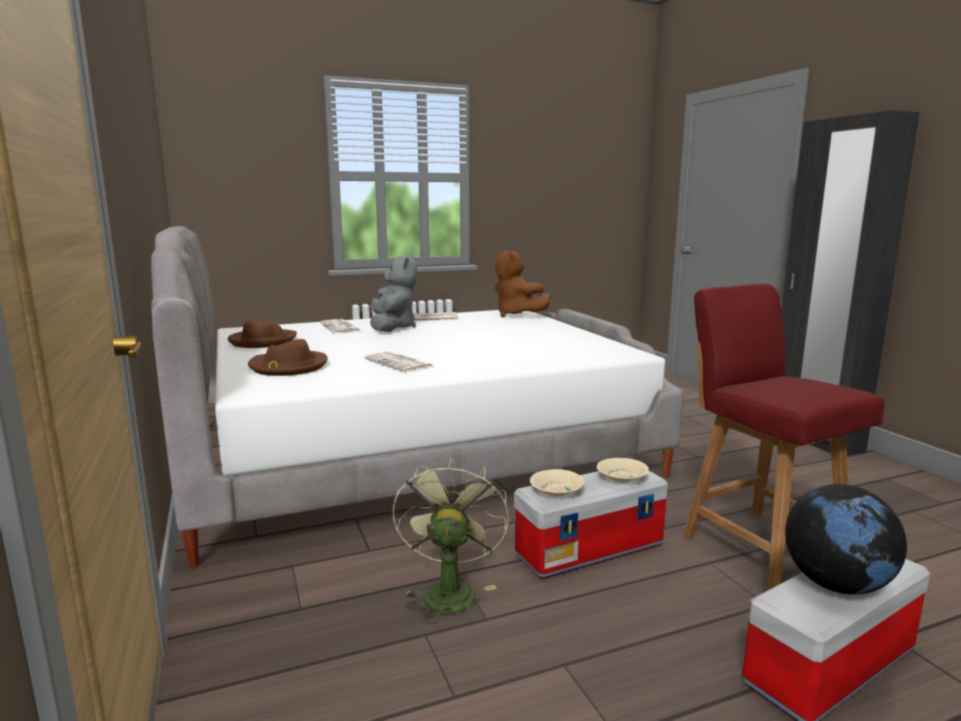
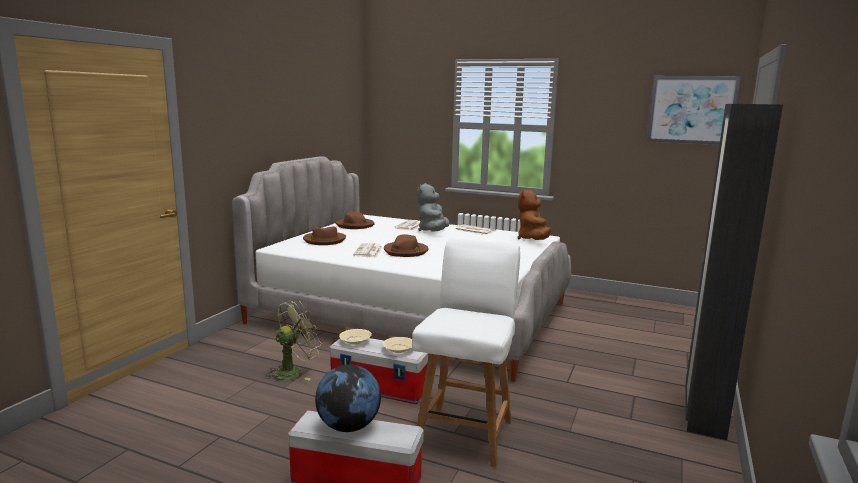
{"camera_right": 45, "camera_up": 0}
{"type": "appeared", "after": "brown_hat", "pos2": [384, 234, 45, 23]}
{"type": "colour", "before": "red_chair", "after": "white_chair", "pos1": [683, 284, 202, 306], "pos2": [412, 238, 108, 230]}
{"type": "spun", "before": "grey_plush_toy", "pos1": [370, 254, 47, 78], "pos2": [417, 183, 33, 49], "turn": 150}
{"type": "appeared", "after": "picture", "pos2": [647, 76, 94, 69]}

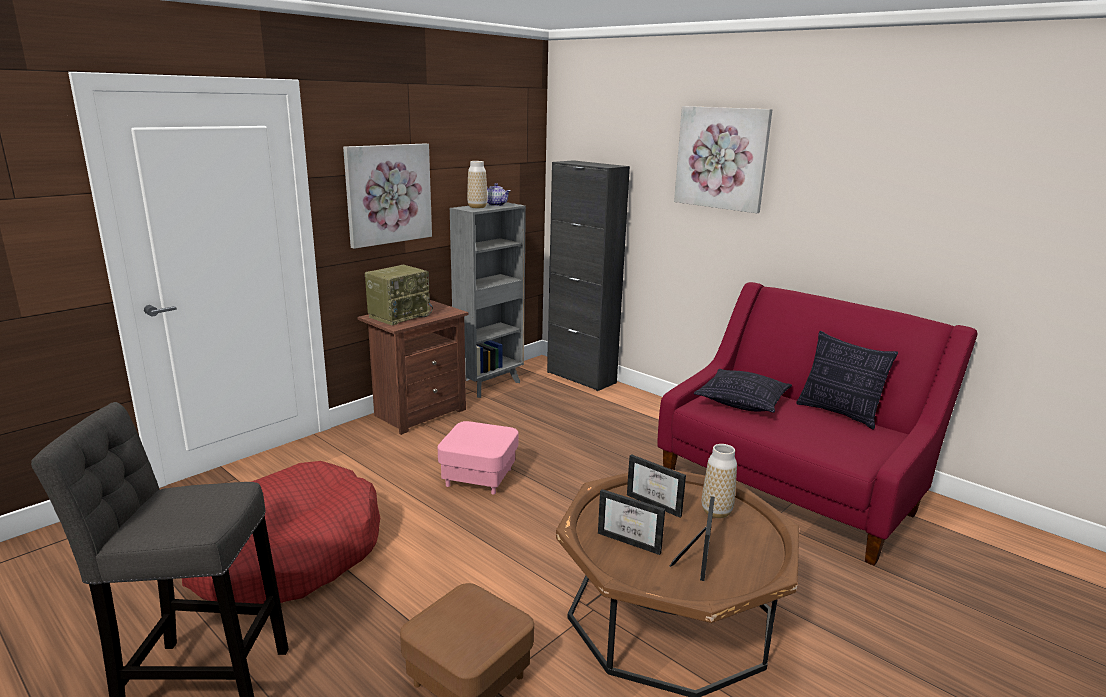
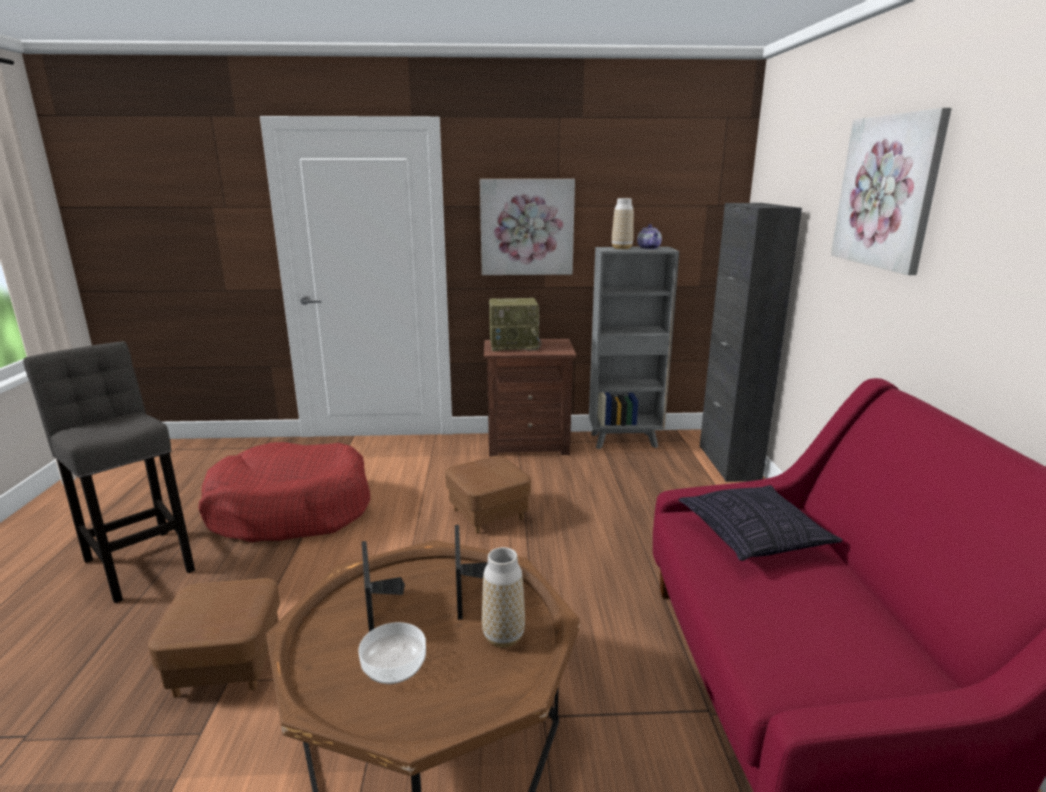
{"camera_right": 45, "camera_up": 0}
{"type": "exchanged", "before": "picture_frame", "after": "bowl", "pos1": [669, 496, 46, 85], "pos2": [358, 622, 68, 62]}
{"type": "colour", "before": "pink_ottoman", "after": "brown_ottoman", "pos1": [438, 421, 80, 73], "pos2": [445, 456, 86, 78]}
{"type": "missing", "before": "pillow", "pos1": [796, 331, 102, 99]}

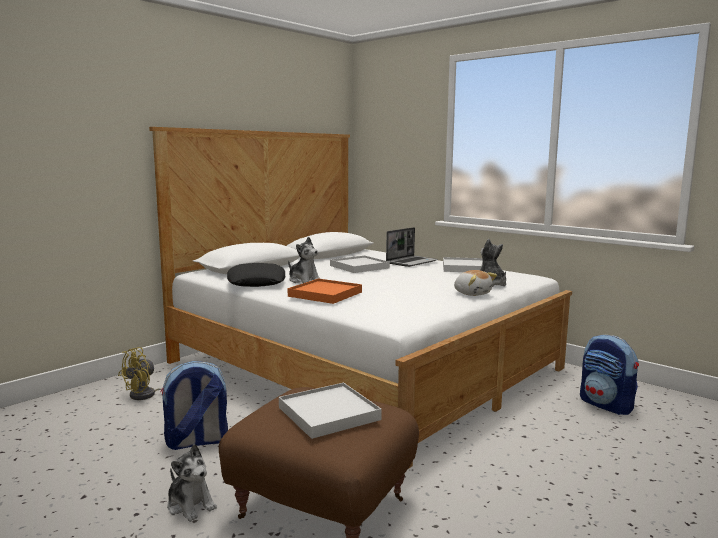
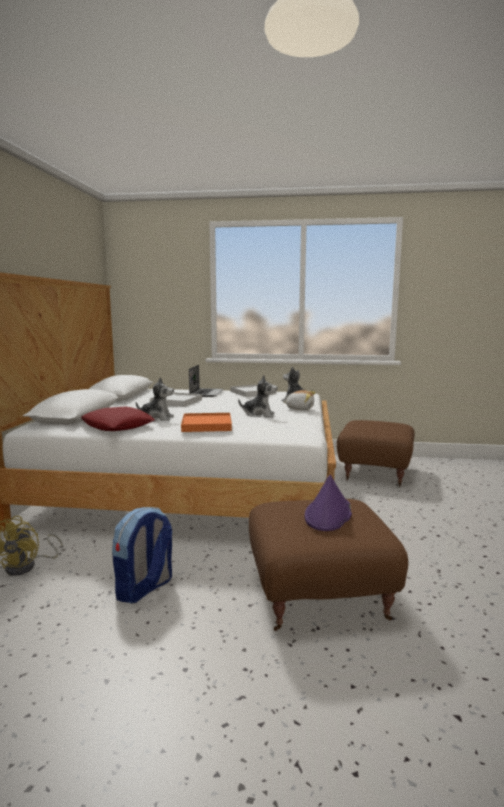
{"camera_right": -35, "camera_up": 0}
{"type": "colour", "before": "black_pillow", "after": "red_pillow", "pos1": [227, 263, 58, 24], "pos2": [81, 406, 74, 25]}
{"type": "relocated", "before": "plush_toy", "pos1": [167, 444, 50, 78], "pos2": [238, 375, 39, 43]}
{"type": "exchanged", "before": "white_tray", "after": "purple_hat", "pos1": [279, 382, 103, 57], "pos2": [305, 475, 47, 56]}
{"type": "exchanged", "before": "backpack", "after": "brown_ottoman", "pos1": [580, 334, 59, 81], "pos2": [337, 420, 78, 67]}

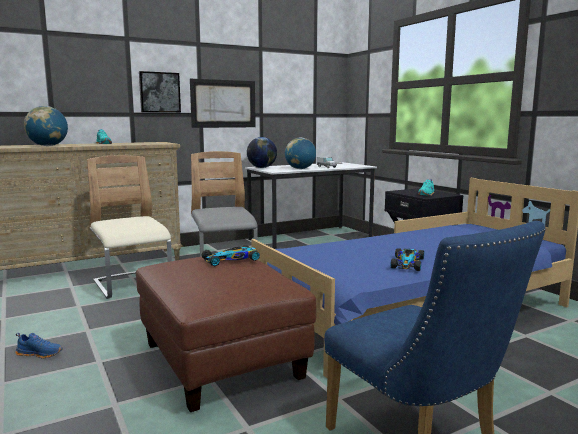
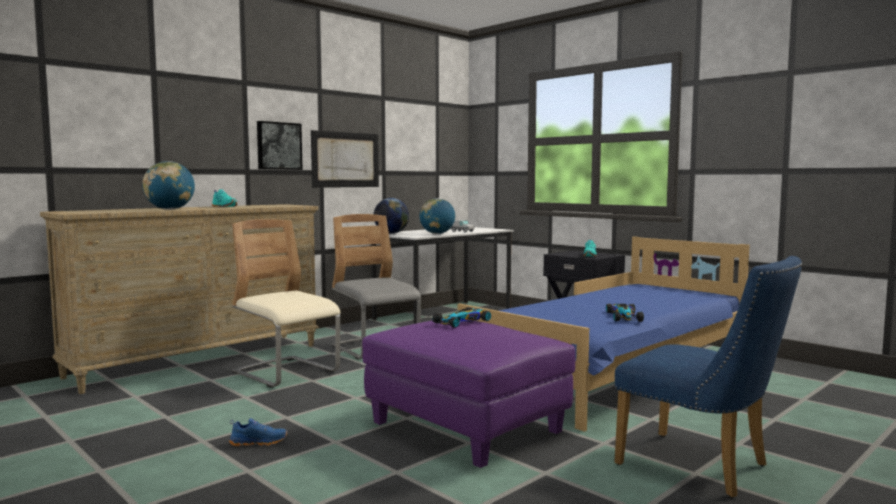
{"camera_right": -15, "camera_up": -5}
{"type": "colour", "before": "brown_ottoman", "after": "purple_ottoman", "pos1": [136, 257, 180, 155], "pos2": [362, 320, 213, 148]}

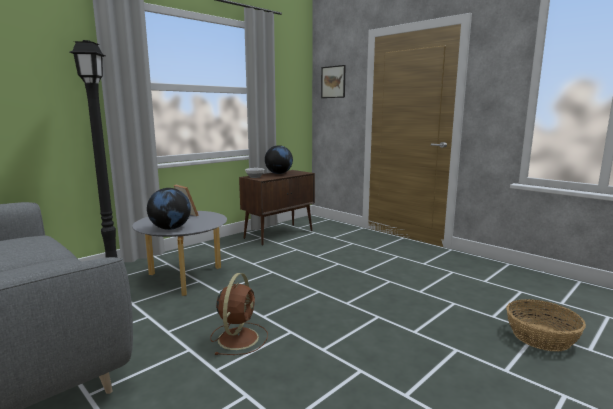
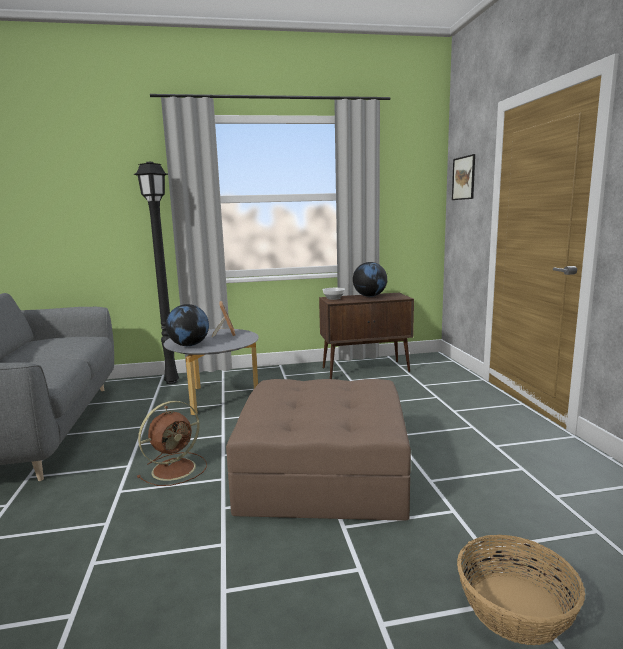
{"camera_right": 35, "camera_up": 0}
{"type": "appeared", "after": "brown_ottoman", "pos2": [226, 379, 185, 142]}

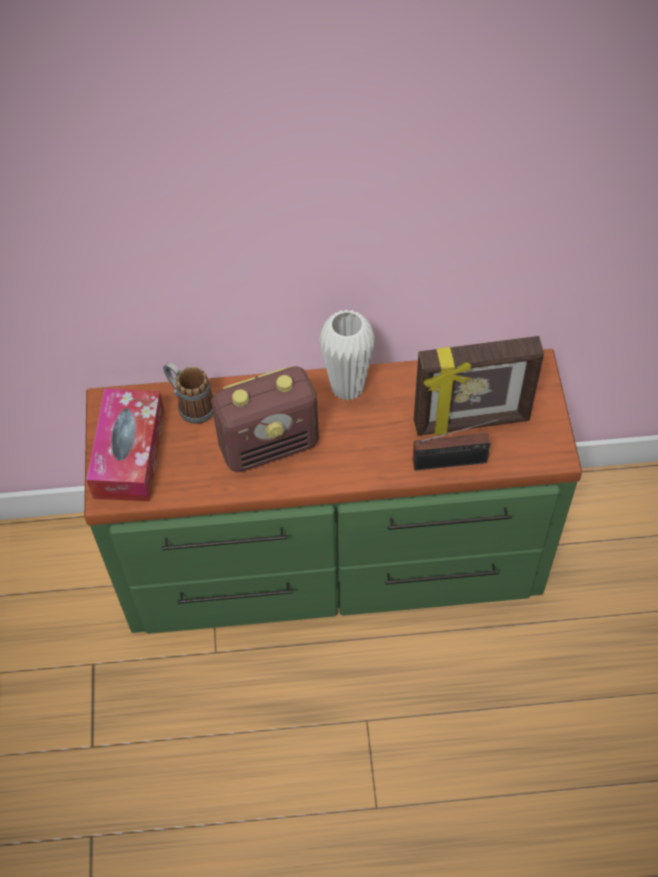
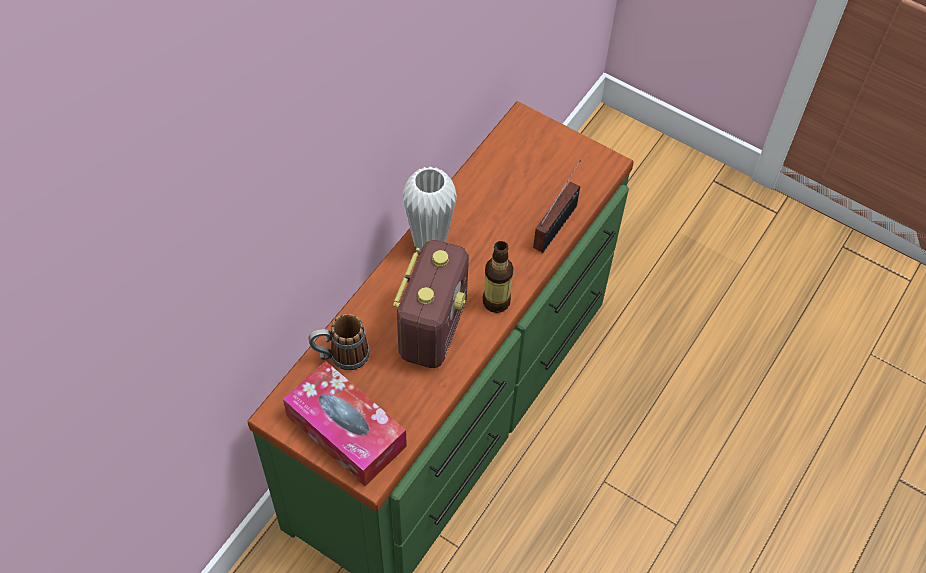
{"camera_right": -55, "camera_up": 0}
{"type": "appeared", "after": "bottle", "pos2": [483, 241, 31, 72]}
{"type": "missing", "before": "picture_frame", "pos1": [414, 336, 130, 100]}

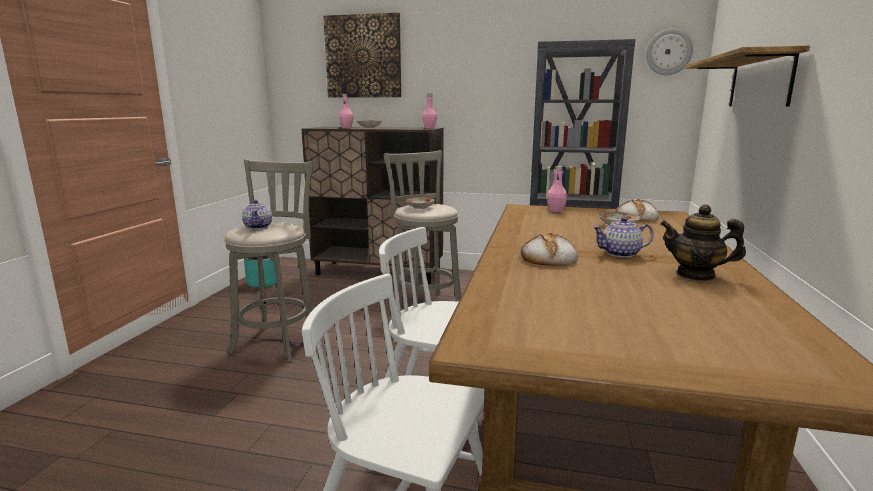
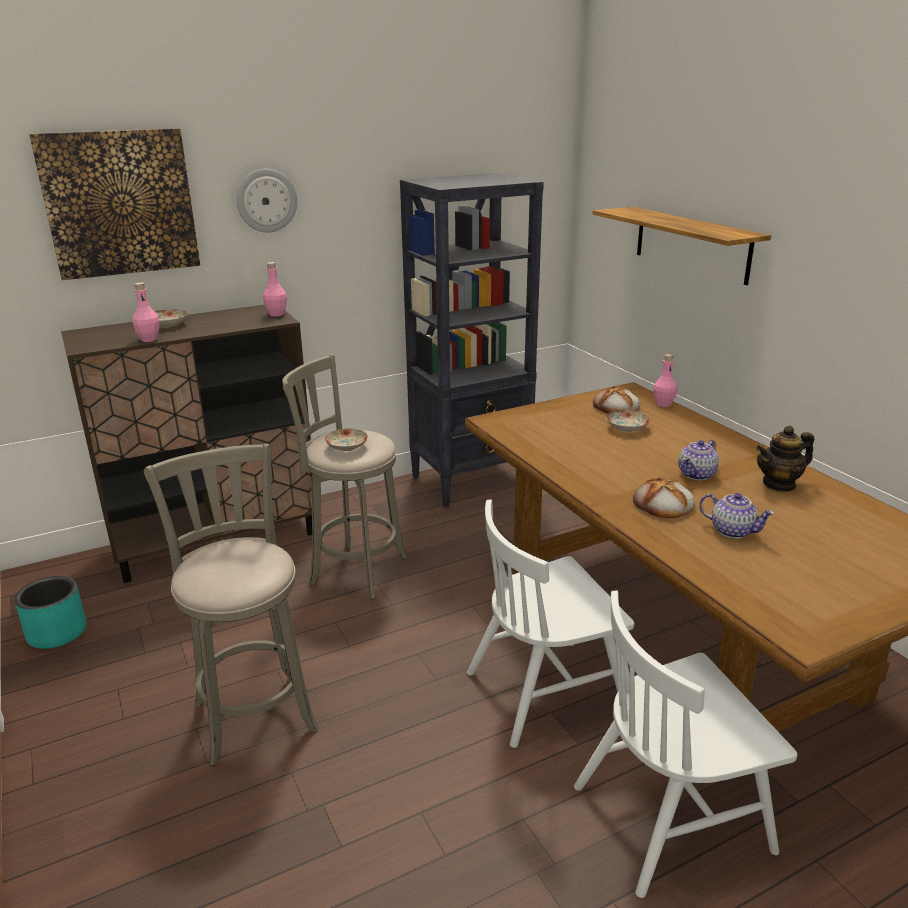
{"camera_right": -40, "camera_up": 10}
{"type": "relocated", "before": "wall_clock", "pos1": [646, 29, 47, 46], "pos2": [236, 169, 61, 64]}
{"type": "relocated", "before": "pink_bottle", "pos1": [547, 166, 21, 46], "pos2": [653, 354, 25, 53]}
{"type": "relocated", "before": "teapot", "pos1": [242, 200, 30, 29], "pos2": [699, 493, 76, 46]}

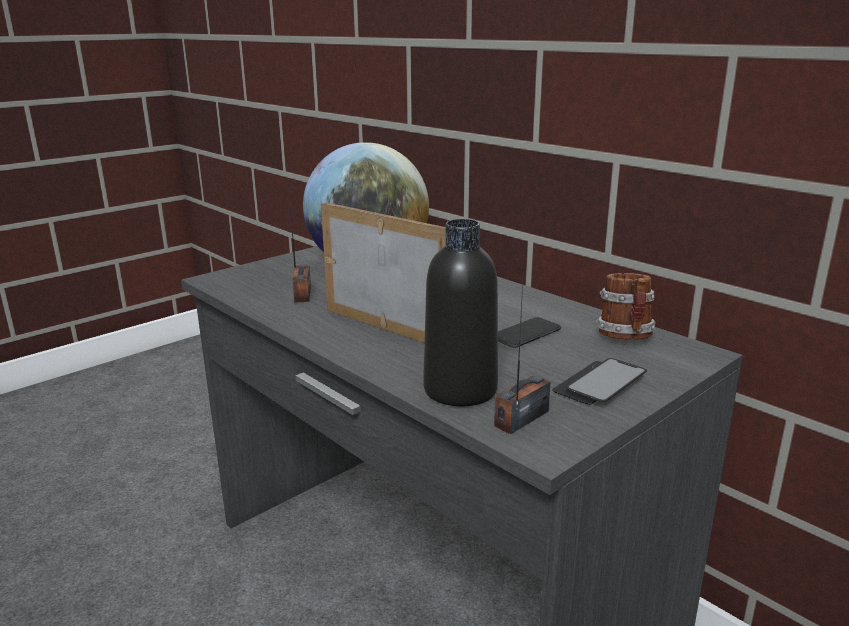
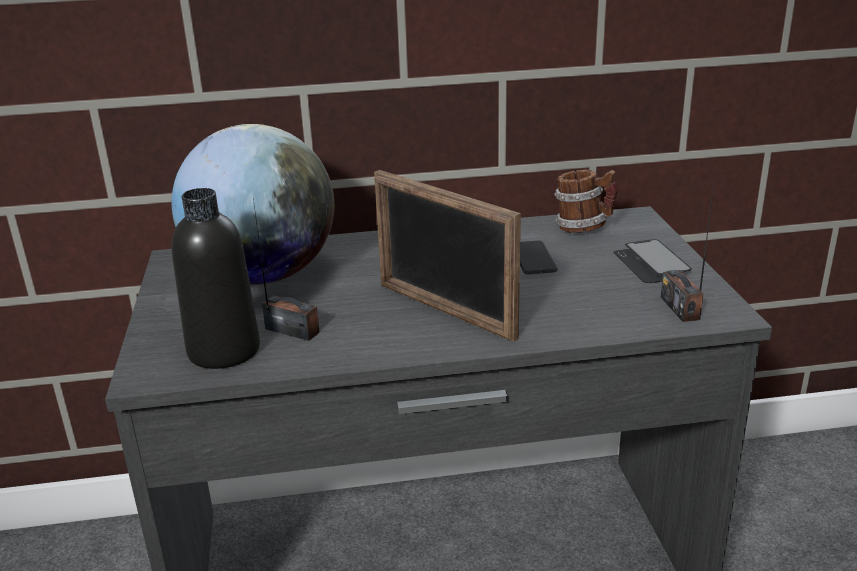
{"camera_right": -55, "camera_up": 5}
{"type": "relocated", "before": "black_bottle", "pos1": [423, 219, 75, 187], "pos2": [171, 188, 89, 181]}
{"type": "spun", "before": "picture_frame", "pos1": [321, 202, 125, 141], "pos2": [374, 170, 147, 172], "turn": -120}

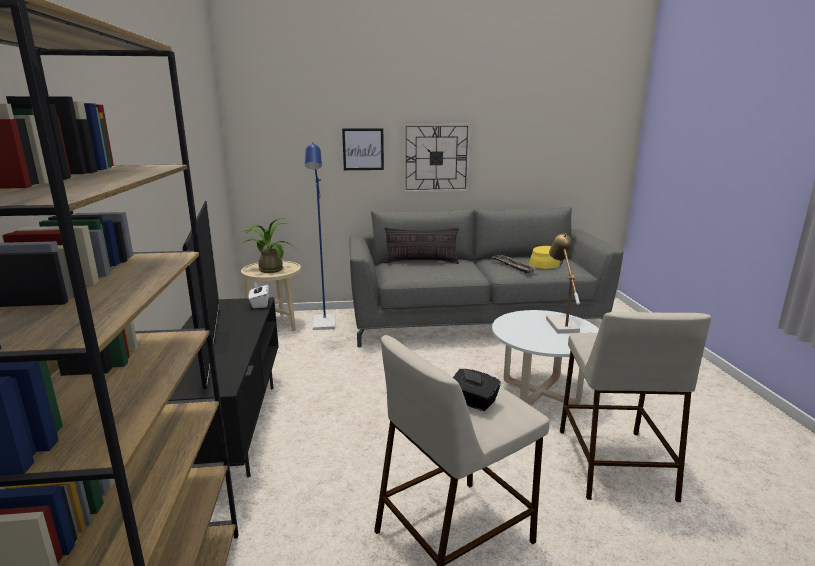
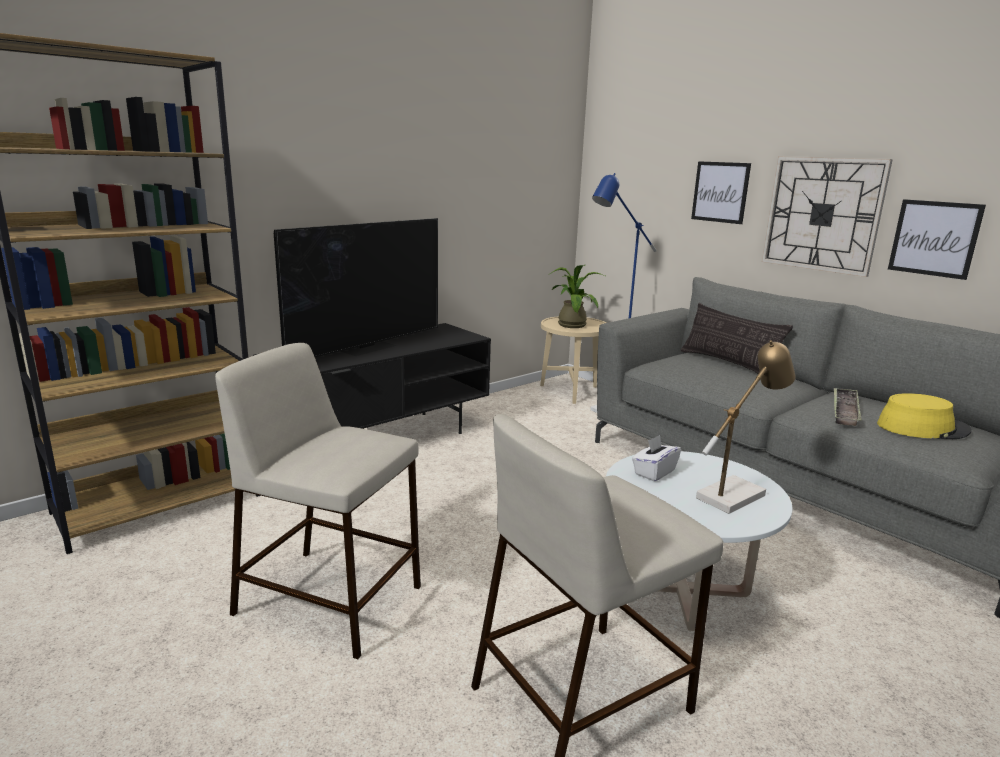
{"camera_right": 55, "camera_up": 0}
{"type": "relocated", "before": "white_tissue_box", "pos1": [249, 282, 20, 26], "pos2": [632, 435, 49, 47]}
{"type": "appeared", "after": "picture", "pos2": [888, 199, 98, 81]}
{"type": "missing", "before": "black_tissue_box", "pos1": [453, 369, 48, 42]}

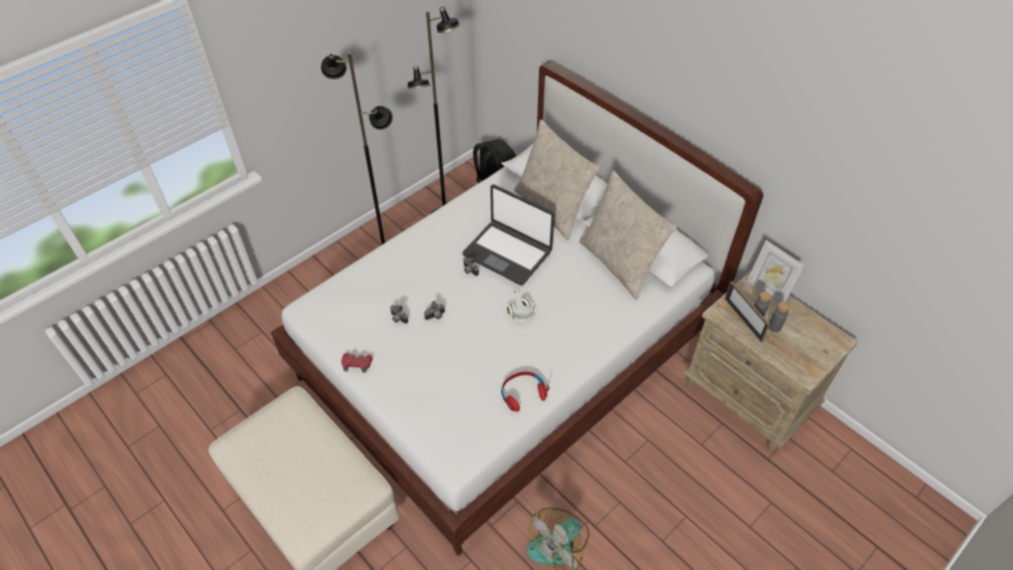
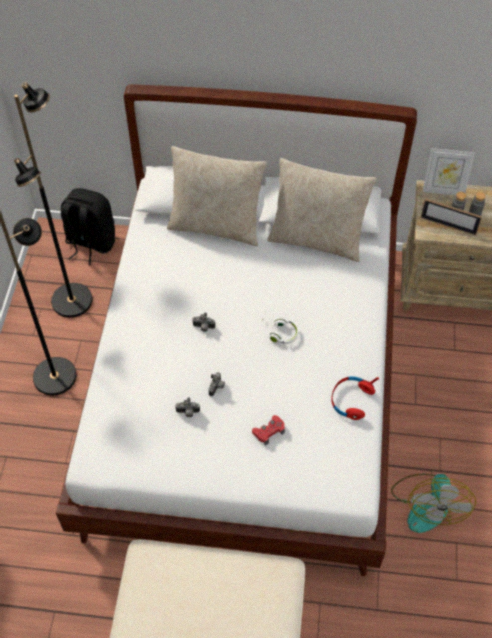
{"camera_right": -40, "camera_up": 5}
{"type": "relocated", "before": "red_game_controller", "pos1": [341, 353, 32, 20], "pos2": [252, 415, 33, 30]}
{"type": "missing", "before": "laptop", "pos1": [462, 185, 92, 100]}

